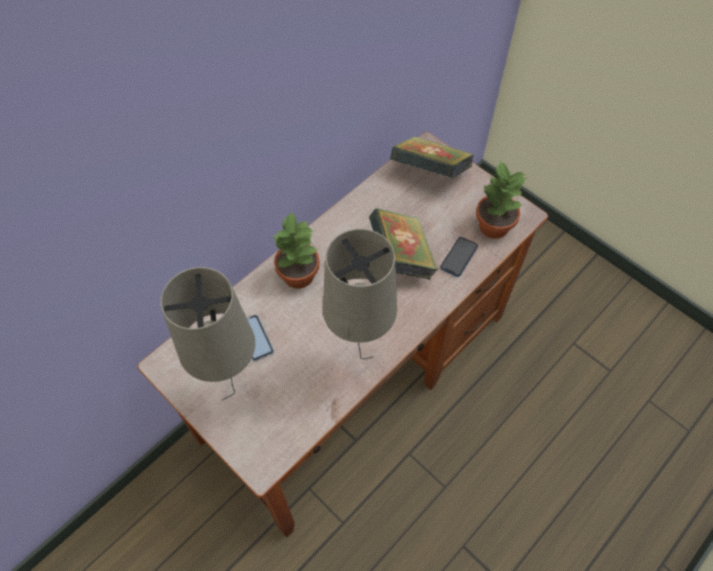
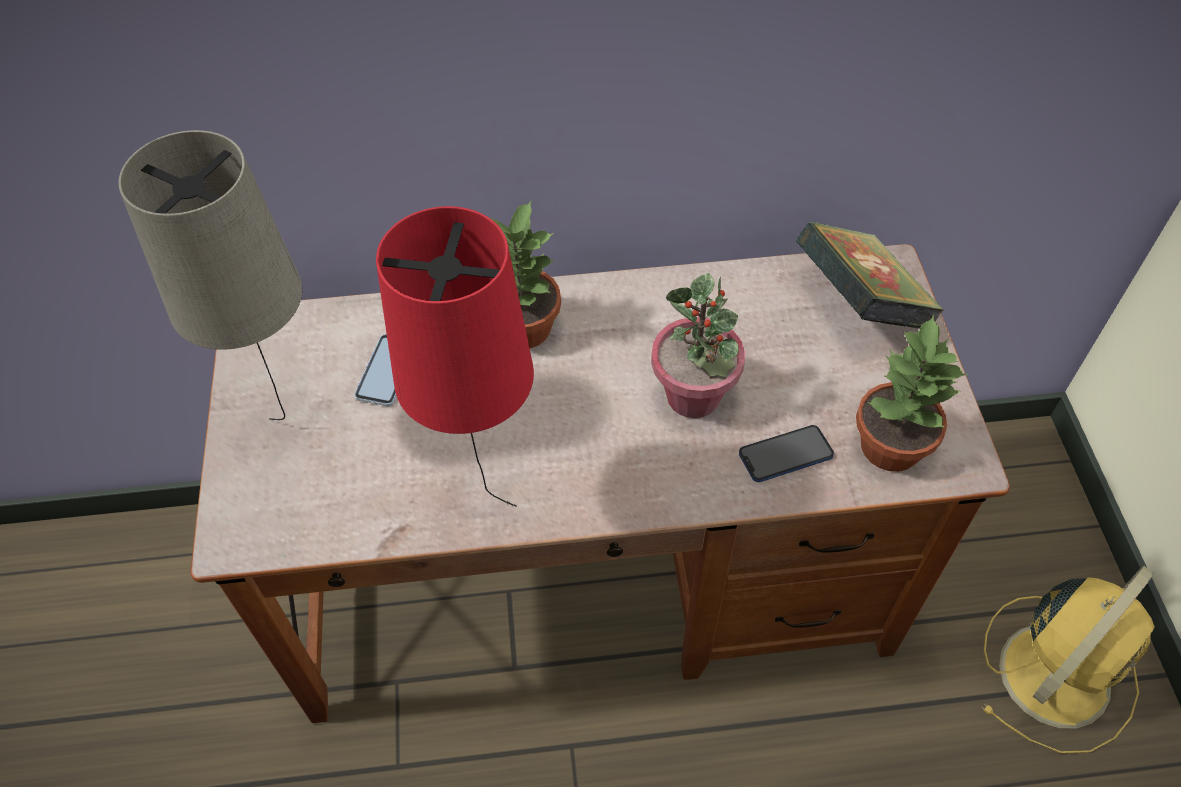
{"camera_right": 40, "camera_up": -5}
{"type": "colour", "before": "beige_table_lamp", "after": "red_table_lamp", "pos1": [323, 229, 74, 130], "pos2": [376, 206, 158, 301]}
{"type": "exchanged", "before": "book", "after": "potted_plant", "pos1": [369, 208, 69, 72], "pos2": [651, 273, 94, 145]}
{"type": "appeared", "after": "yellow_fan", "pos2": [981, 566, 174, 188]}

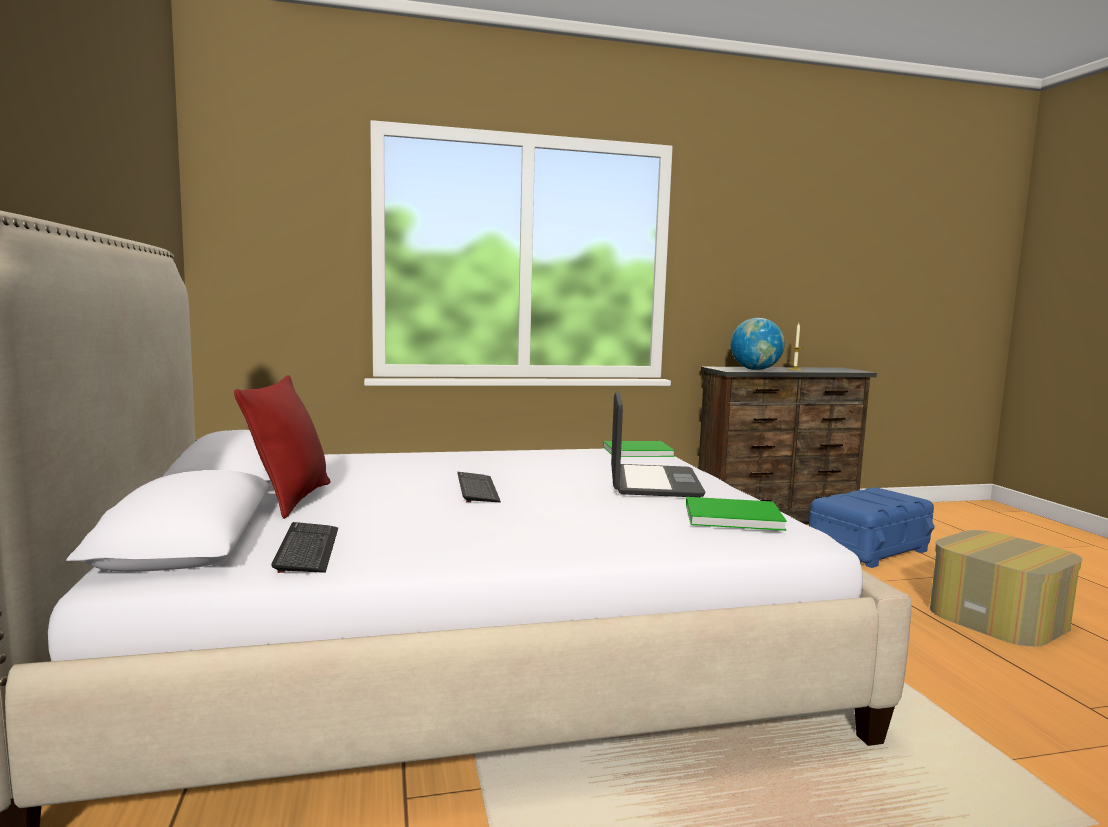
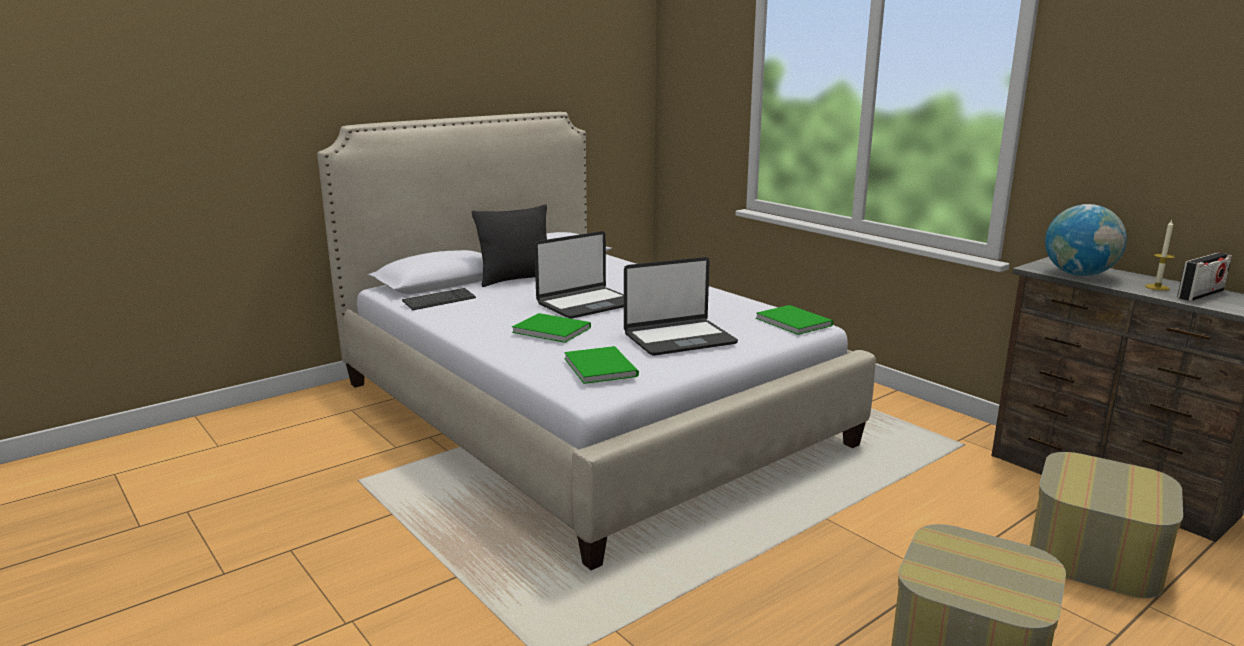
{"camera_right": 65, "camera_up": 10}
{"type": "colour", "before": "red_pillow", "after": "black_pillow", "pos1": [234, 375, 97, 144], "pos2": [472, 204, 75, 83]}
{"type": "appeared", "after": "green_book", "pos2": [512, 313, 79, 30]}
{"type": "exchanged", "before": "keyboard", "after": "laptop", "pos1": [457, 472, 44, 31], "pos2": [534, 231, 90, 88]}
{"type": "exchanged", "before": "blue_storage_box", "after": "ottoman", "pos1": [808, 487, 127, 81], "pos2": [1030, 452, 153, 146]}
{"type": "appeared", "after": "radio", "pos2": [1177, 252, 55, 49]}

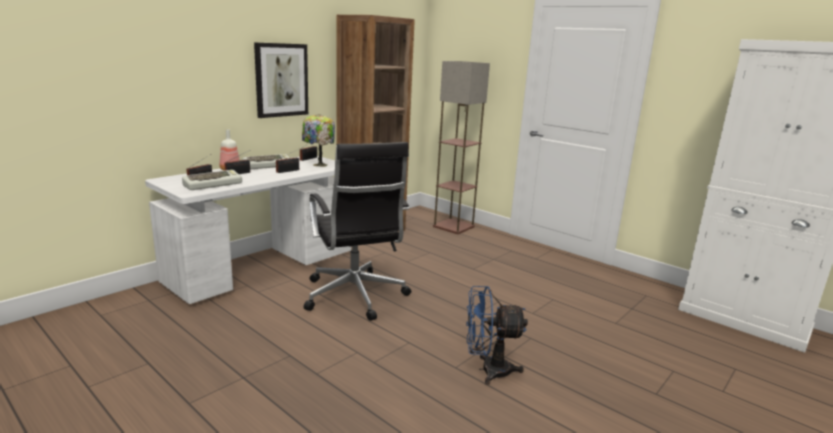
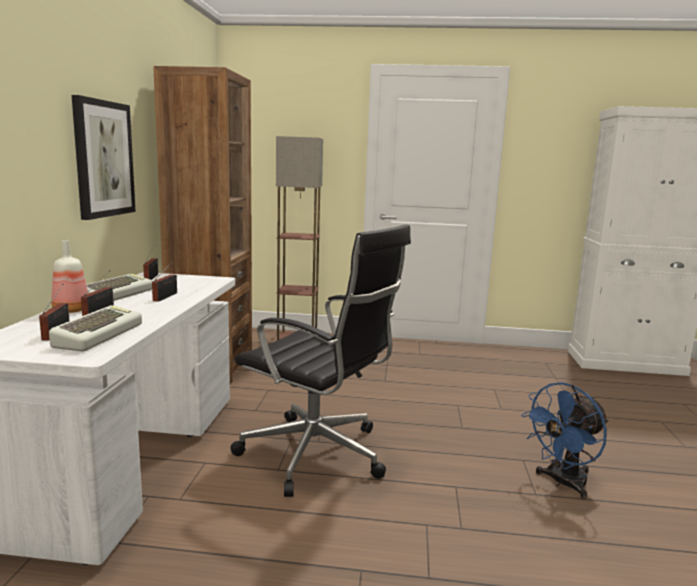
{"camera_right": -35, "camera_up": -5}
{"type": "missing", "before": "table_lamp", "pos1": [302, 114, 33, 53]}

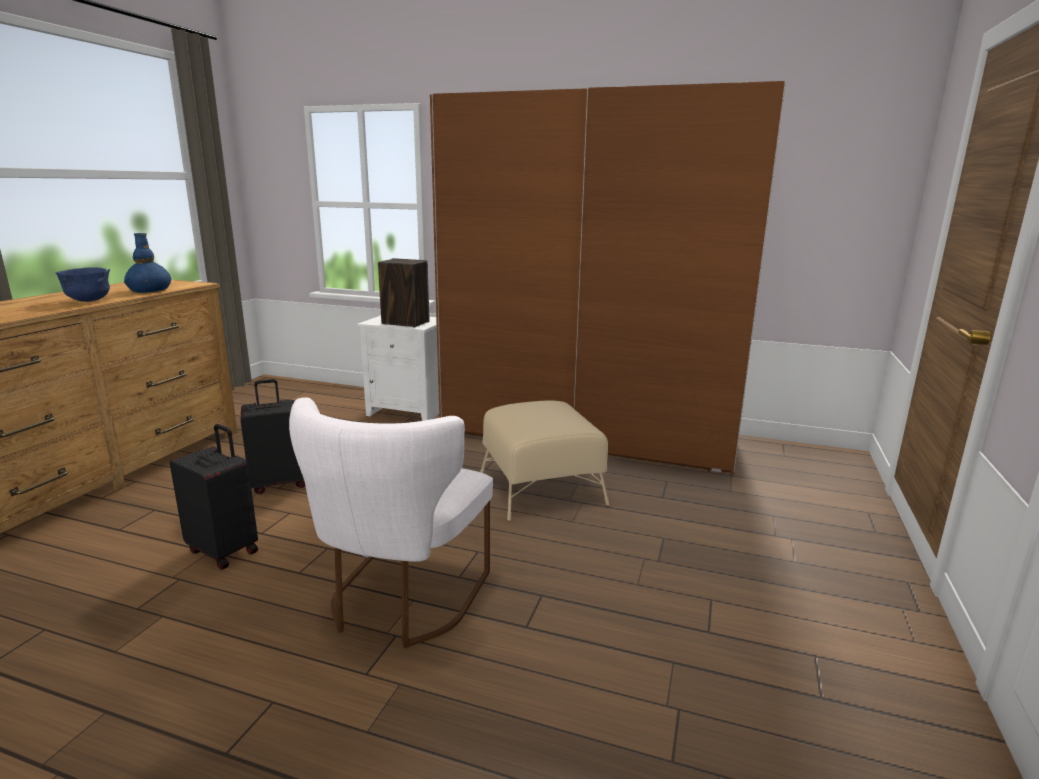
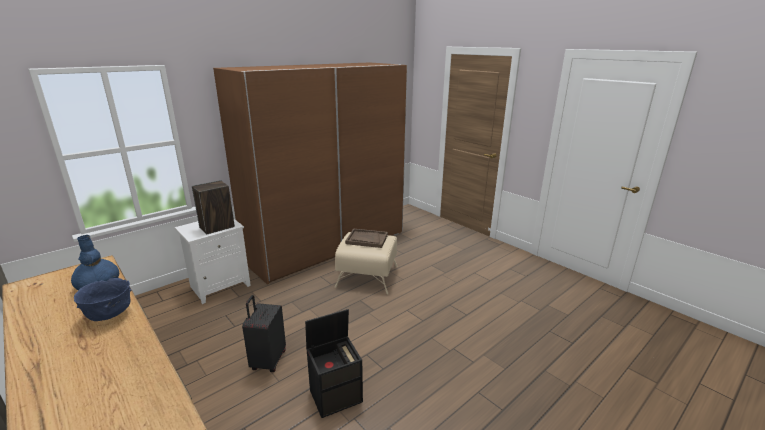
{"camera_right": -60, "camera_up": 5}
{"type": "exchanged", "before": "black_suitcase", "after": "black_storage_box", "pos1": [170, 424, 88, 146], "pos2": [305, 309, 58, 109]}
{"type": "appeared", "after": "brown_tray", "pos2": [345, 228, 43, 20]}
{"type": "missing", "before": "white_chair", "pos1": [289, 398, 204, 250]}

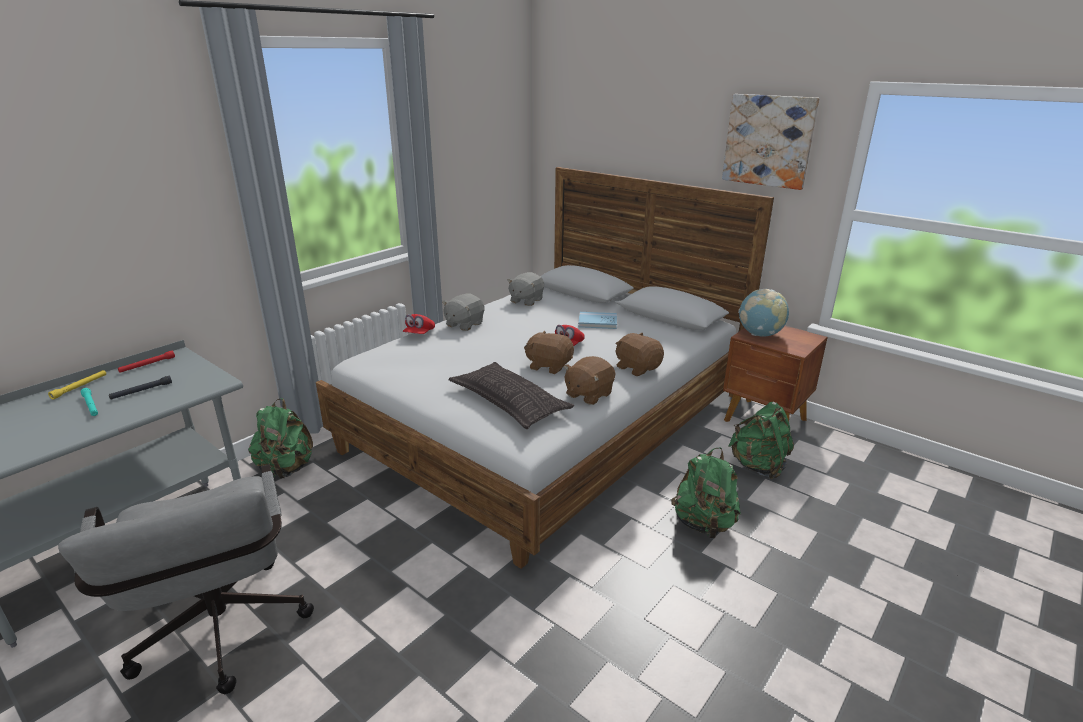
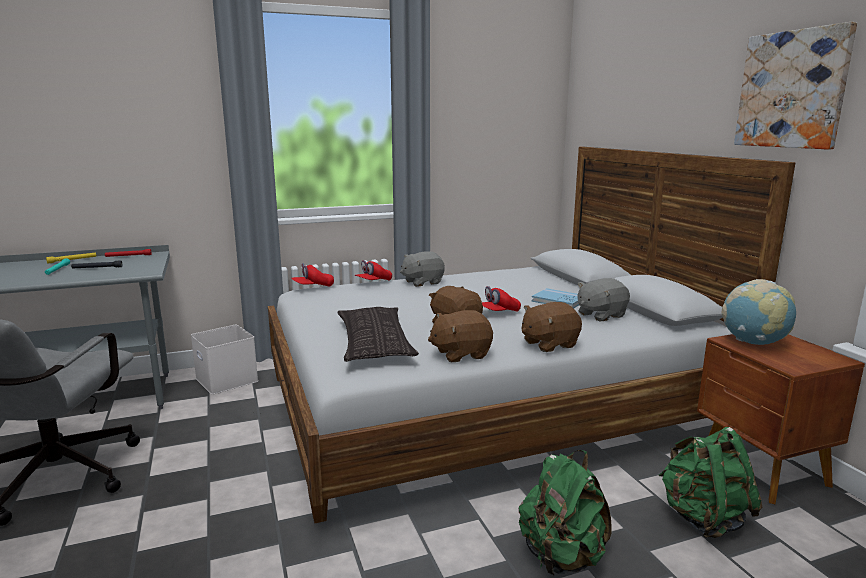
{"camera_right": 30, "camera_up": -10}
{"type": "exchanged", "before": "green_backpack", "after": "white_storage_box", "pos1": [248, 398, 65, 81], "pos2": [191, 325, 67, 70]}
{"type": "appeared", "after": "red_cap", "pos2": [291, 263, 43, 24]}
{"type": "spun", "before": "brown_plush_toy", "pos1": [615, 332, 49, 44], "pos2": [522, 302, 60, 50], "turn": -105}
{"type": "relocated", "before": "grey_plush_toy", "pos1": [507, 272, 37, 34], "pos2": [577, 278, 53, 43]}

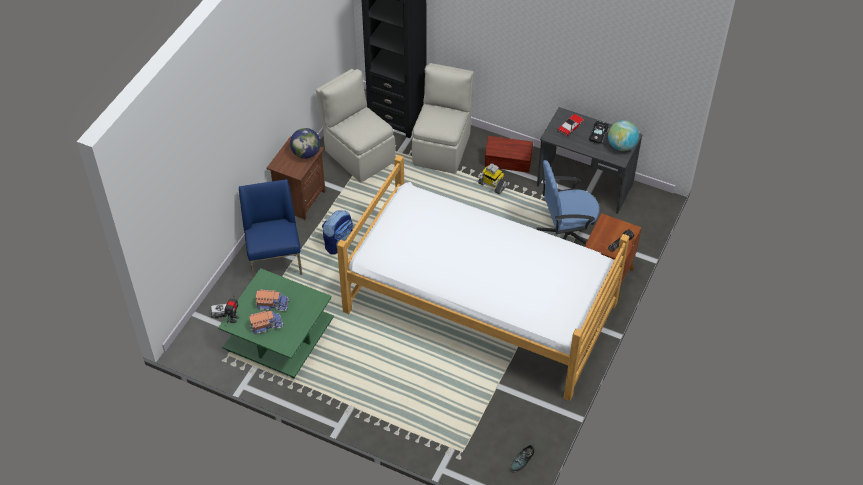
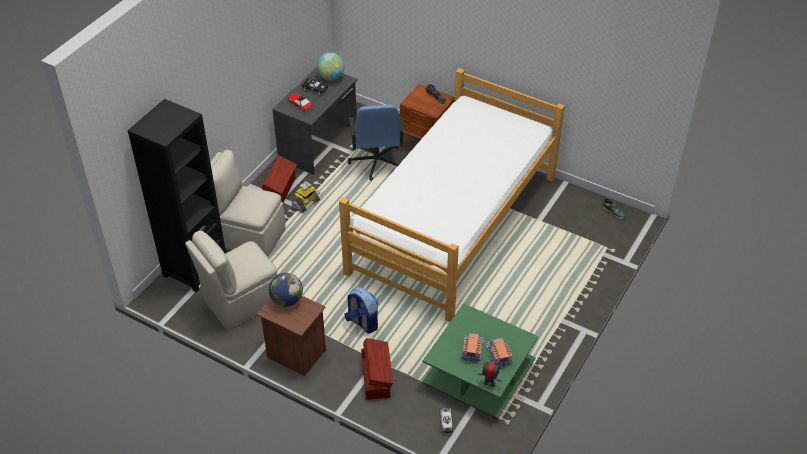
{"camera_right": -85, "camera_up": -5}
{"type": "exchanged", "before": "blue_chair", "after": "brown_storage_box", "pos1": [239, 179, 63, 99], "pos2": [361, 338, 32, 62]}

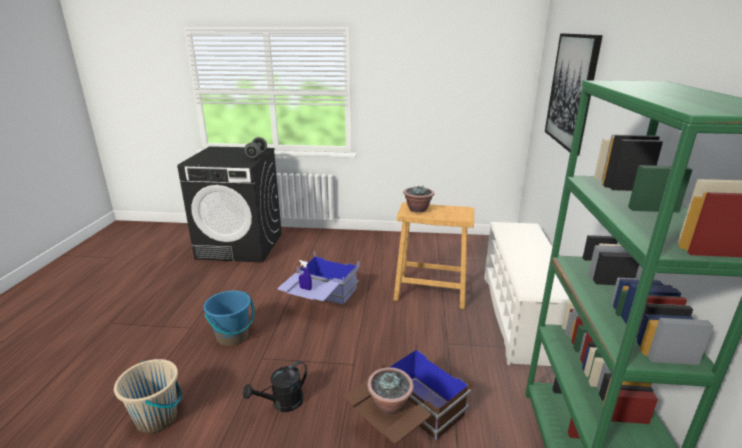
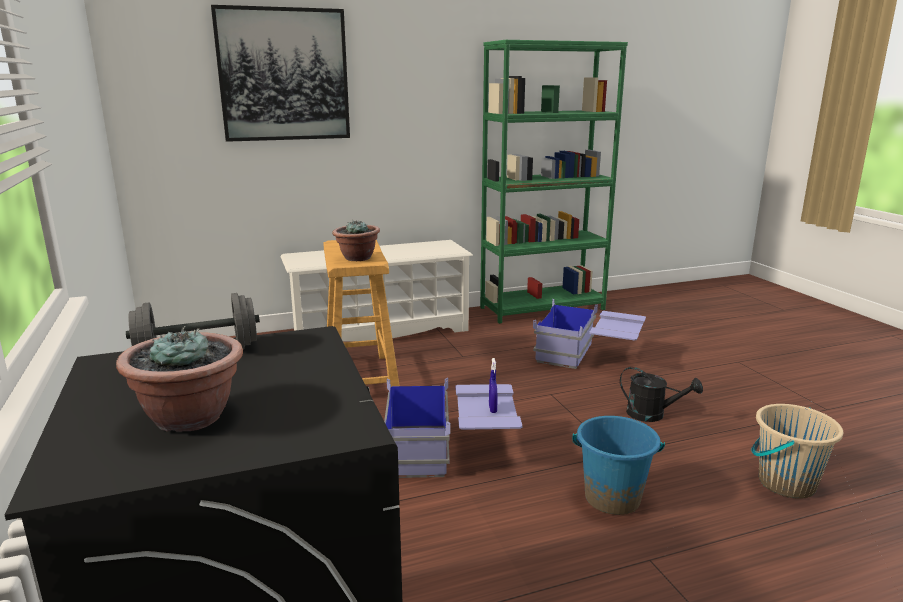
{"camera_right": -115, "camera_up": -5}
{"type": "relocated", "before": "potted_plant", "pos1": [367, 367, 47, 47], "pos2": [116, 326, 127, 106]}
{"type": "colour", "before": "brown_storage_box", "after": "blue_storage_box", "pos1": [344, 343, 129, 101], "pos2": [533, 299, 113, 70]}

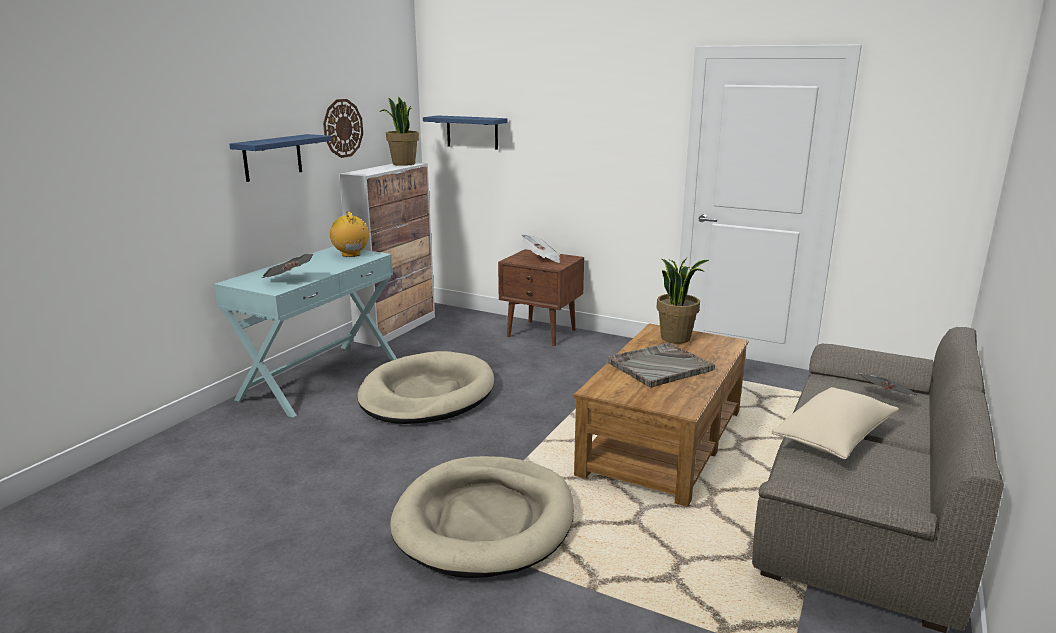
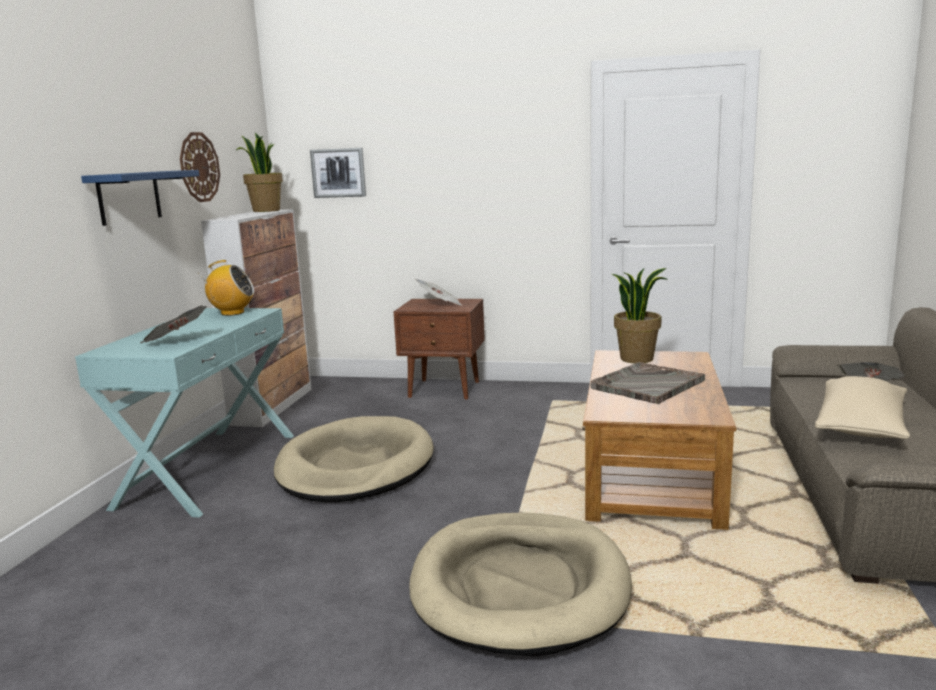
{"camera_right": -15, "camera_up": -5}
{"type": "spun", "before": "radio", "pos1": [330, 212, 39, 45], "pos2": [200, 260, 54, 56], "turn": 135}
{"type": "exchanged", "before": "blue_shelf", "after": "picture", "pos1": [423, 115, 85, 35], "pos2": [310, 148, 56, 50]}

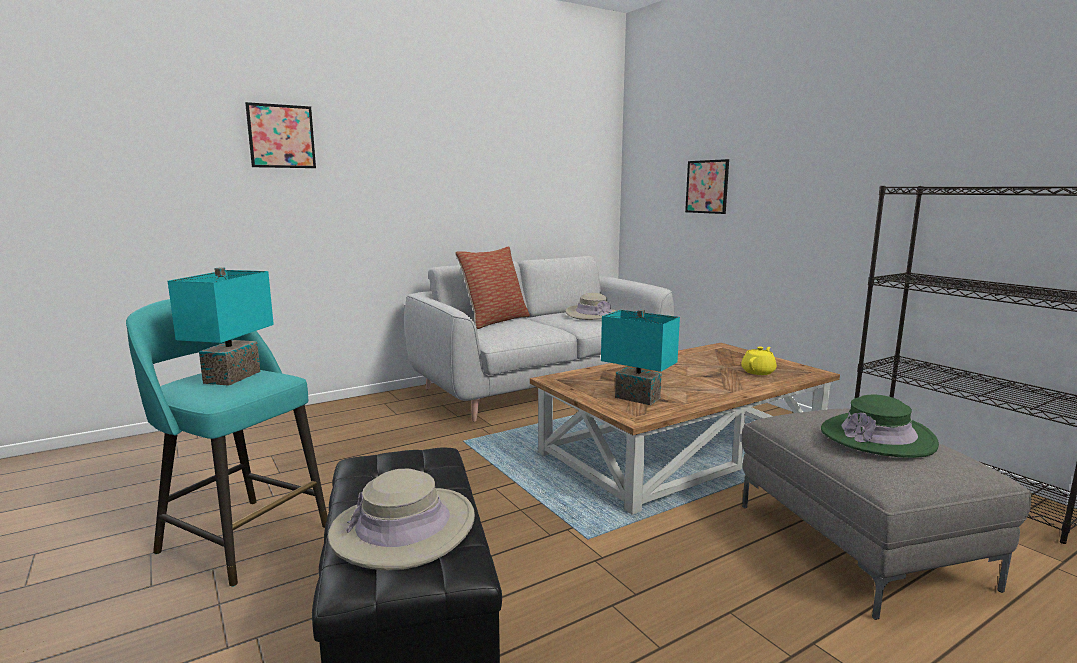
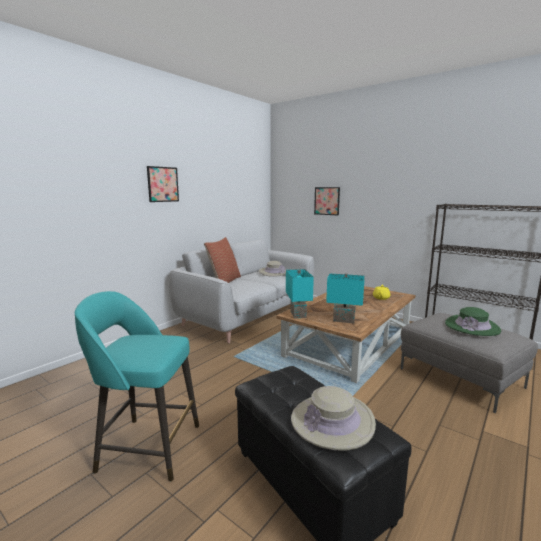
{"camera_right": -20, "camera_up": 0}
{"type": "relocated", "before": "picture", "pos1": [245, 102, 71, 66], "pos2": [147, 166, 32, 36]}
{"type": "relocated", "before": "turquoise_table_lamp", "pos1": [168, 267, 106, 119], "pos2": [286, 269, 28, 50]}

